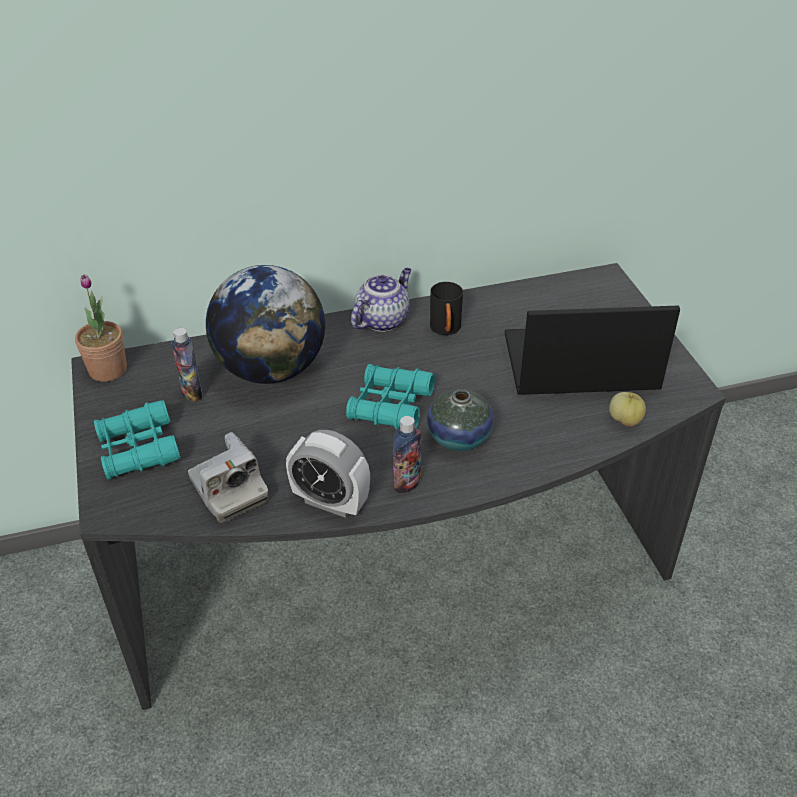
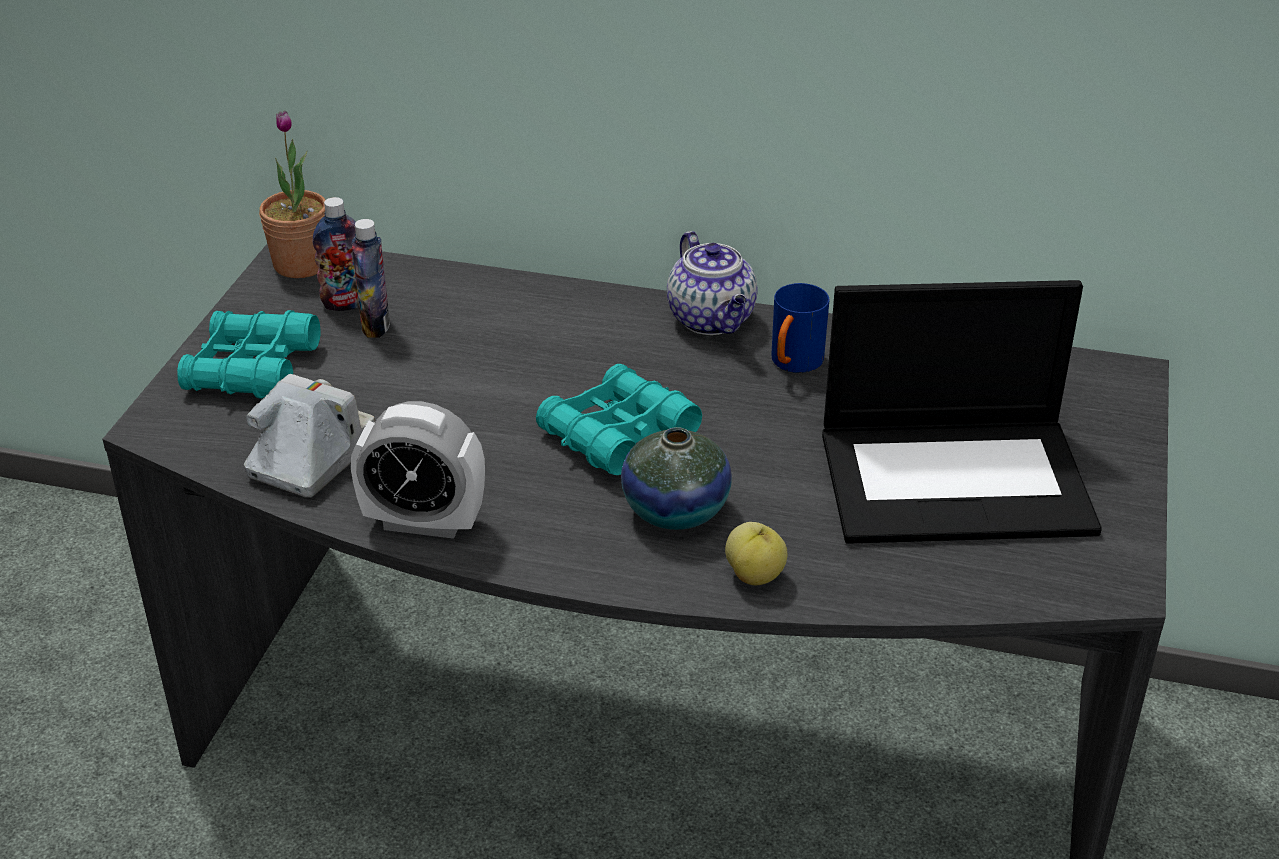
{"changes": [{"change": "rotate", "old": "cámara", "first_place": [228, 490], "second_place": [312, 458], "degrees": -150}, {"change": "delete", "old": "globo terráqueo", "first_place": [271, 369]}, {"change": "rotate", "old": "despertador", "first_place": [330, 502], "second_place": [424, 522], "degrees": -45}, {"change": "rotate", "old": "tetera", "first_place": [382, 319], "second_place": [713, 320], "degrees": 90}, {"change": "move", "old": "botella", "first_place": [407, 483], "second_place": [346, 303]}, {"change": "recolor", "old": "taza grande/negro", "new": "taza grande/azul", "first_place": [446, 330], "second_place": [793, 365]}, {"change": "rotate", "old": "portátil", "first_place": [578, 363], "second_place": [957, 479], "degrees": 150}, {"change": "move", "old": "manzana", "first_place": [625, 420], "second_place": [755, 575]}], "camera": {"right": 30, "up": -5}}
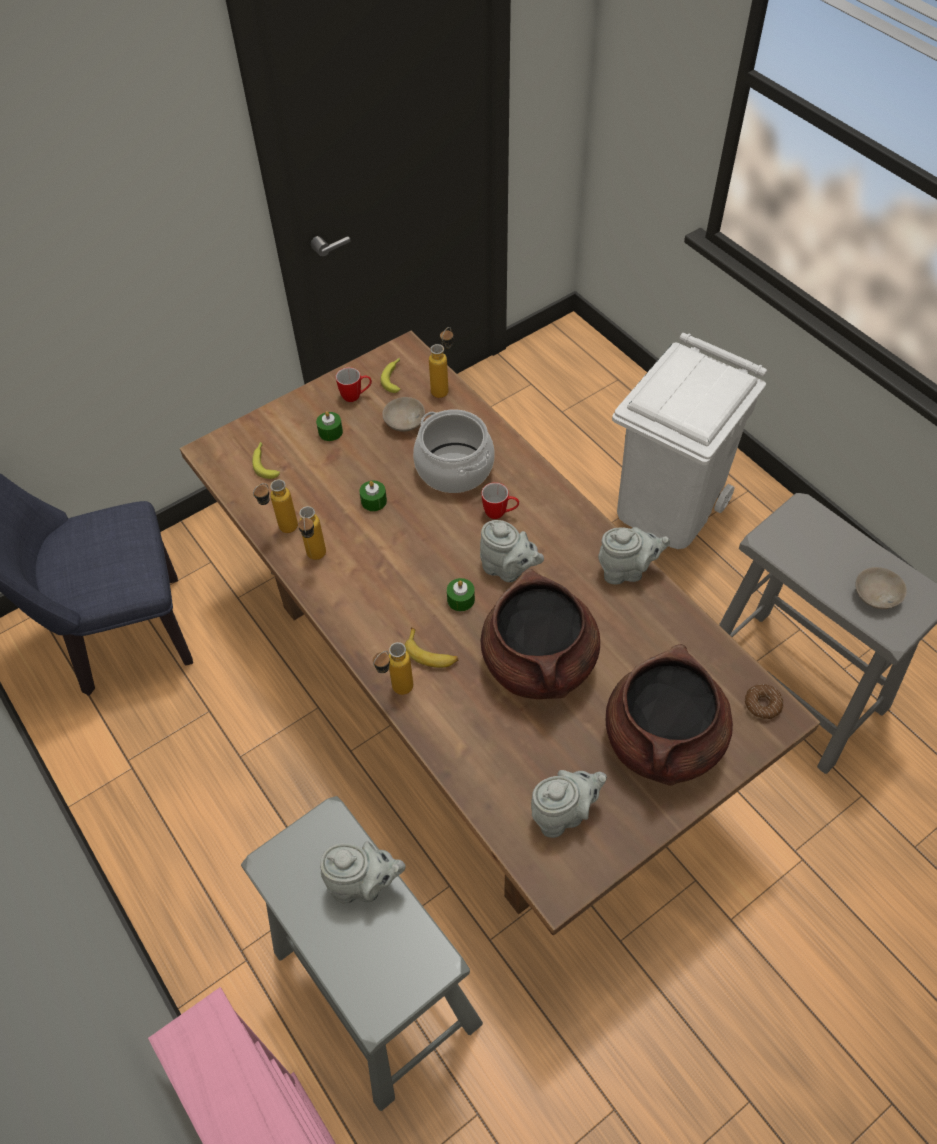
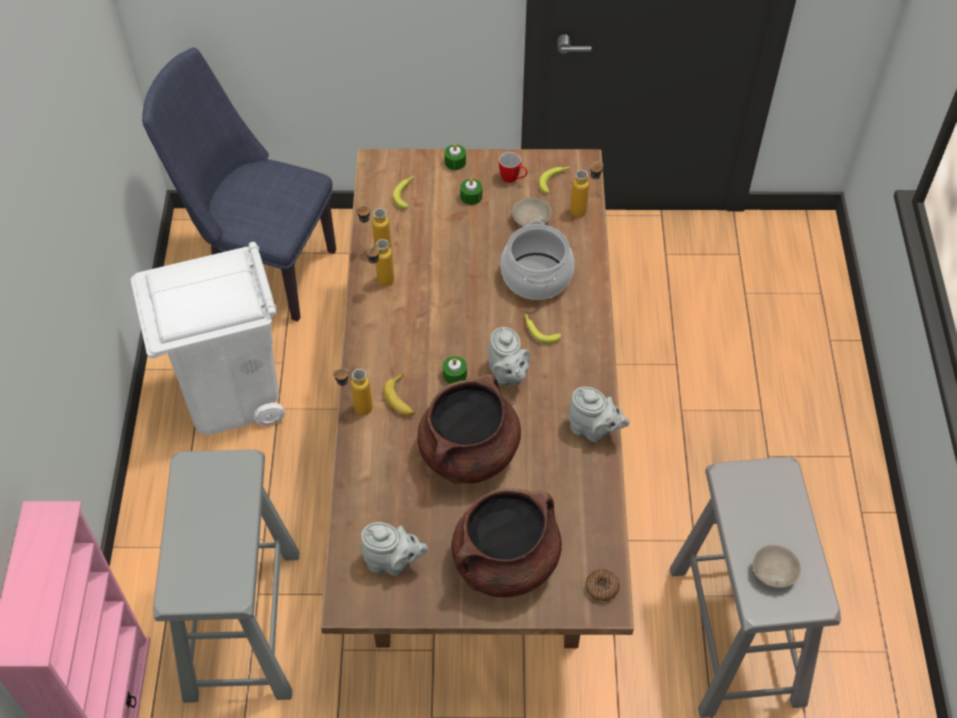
{"changes": [{"change": "delete", "old": "tetera/gris", "first_place": [363, 884]}, {"change": "move", "old": "vela/verde", "first_place": [374, 501], "second_place": [455, 162]}, {"change": "replace", "old": "taza grande", "new": "plátano", "first_place": [500, 513], "second_place": [539, 330]}, {"change": "move", "old": "papelera/blanco", "first_place": [668, 508], "second_place": [231, 395]}], "camera": {"right": 35, "up": 0}}
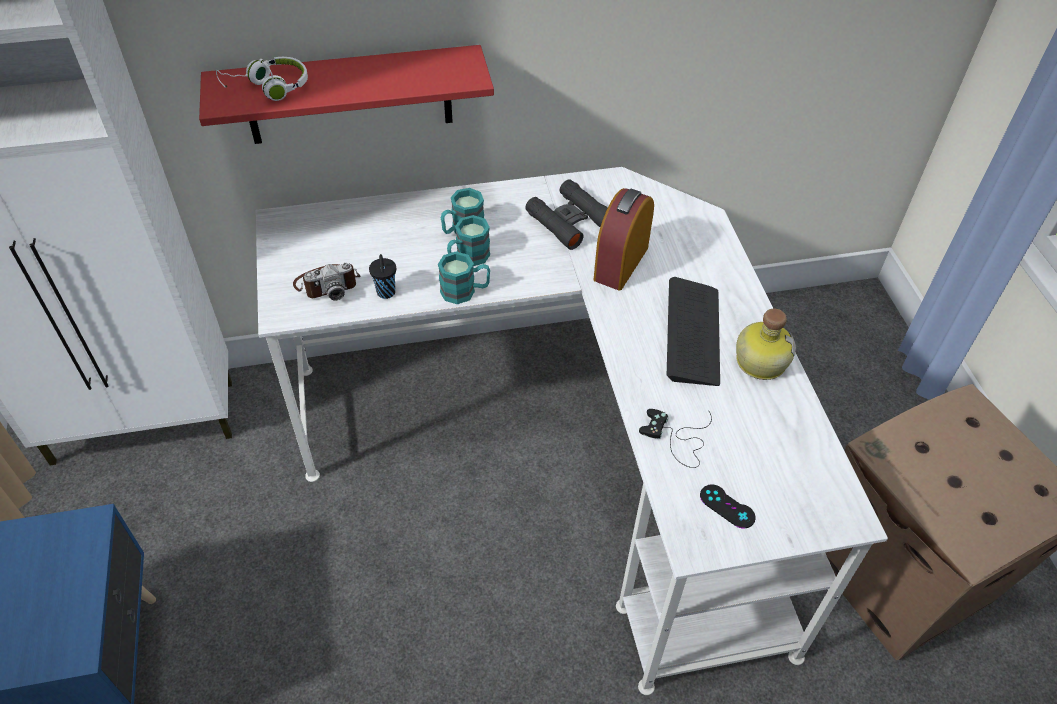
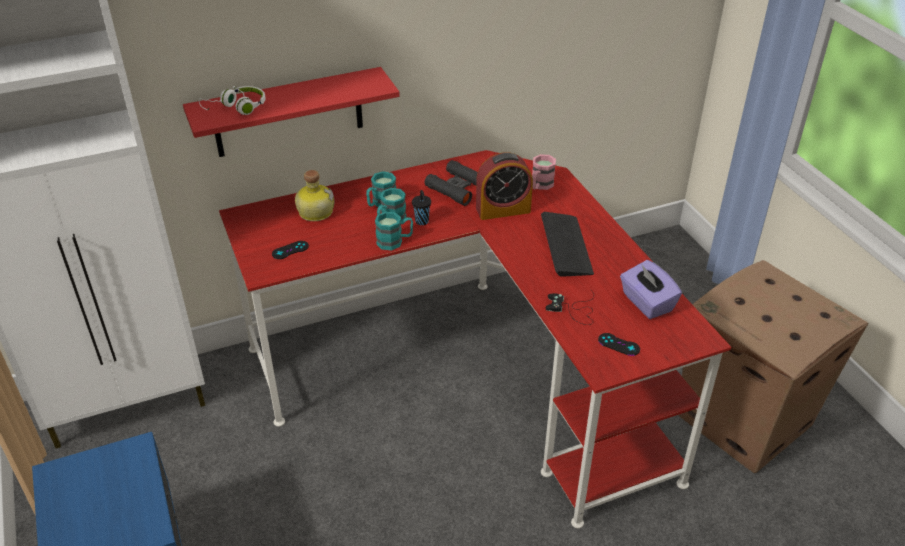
{"changes": [{"change": "recolor", "old": "escritorio/blanco", "new": "escritorio/rojo", "first_place": [561, 452], "second_place": [472, 375]}, {"change": "replace", "old": "cámara", "new": "mando de consola/negro", "first_place": [327, 284], "second_place": [290, 250]}, {"change": "move", "old": "taza/negro", "first_place": [386, 293], "second_place": [422, 222]}, {"change": "rotate", "old": "despertador", "first_place": [621, 263], "second_place": [503, 210], "degrees": -120}, {"change": "move", "old": "botella", "first_place": [759, 360], "second_place": [315, 211]}, {"change": "insert", "new": "taza grande/rosa", "second_place": [540, 185]}, {"change": "insert", "new": "caja de pañuelos/morado", "second_place": [646, 303]}], "camera": {"right": -10, "up": -10}}
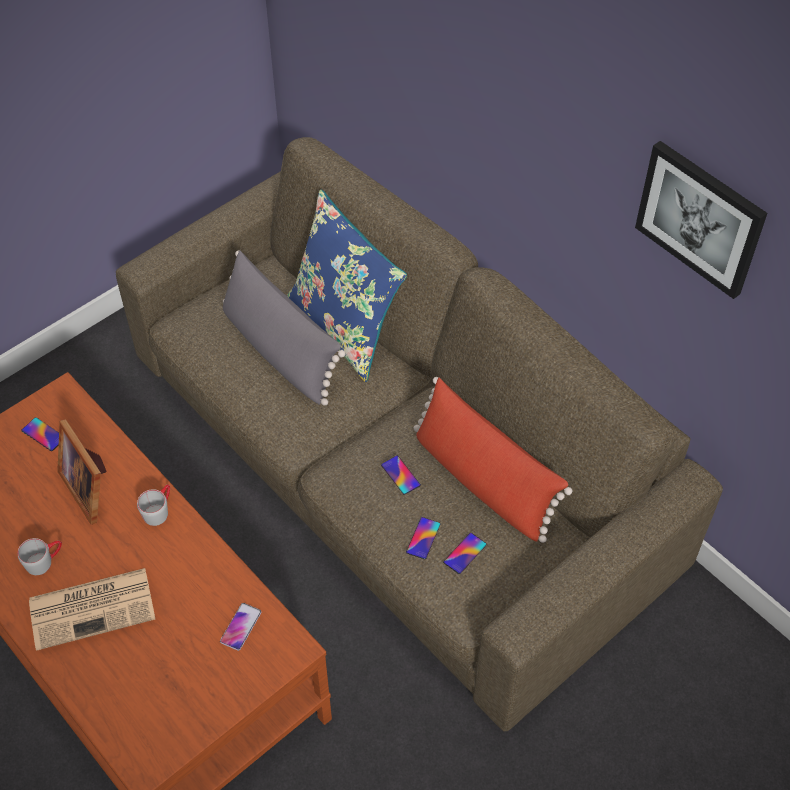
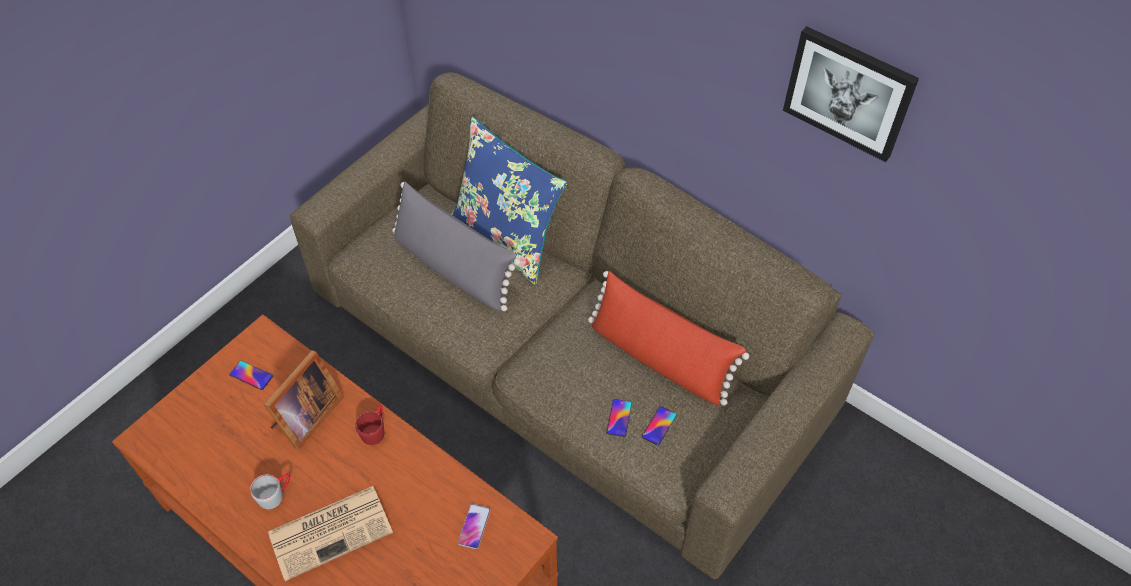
{"changes": [{"change": "rotate", "old": "portarretratos", "first_place": [90, 487], "second_place": [305, 417], "degrees": -105}, {"change": "recolor", "old": "taza grande/gris", "new": "taza grande/rojo", "first_place": [159, 510], "second_place": [375, 429]}, {"change": "delete", "old": "móvil", "first_place": [400, 475]}], "camera": {"right": -10, "up": 0}}
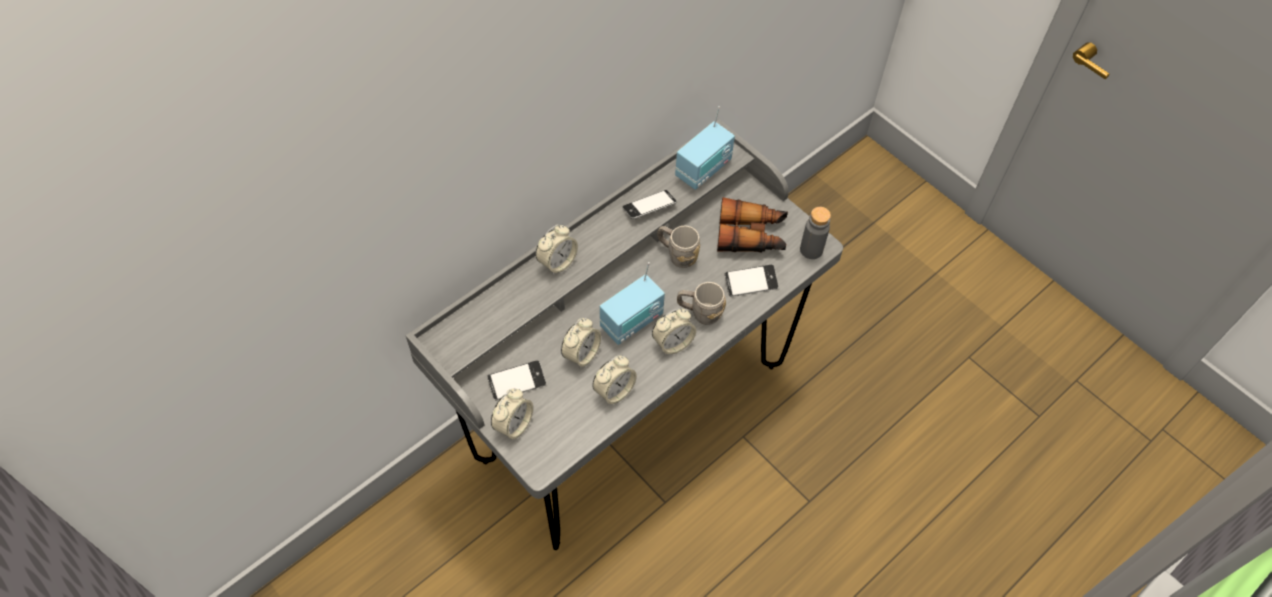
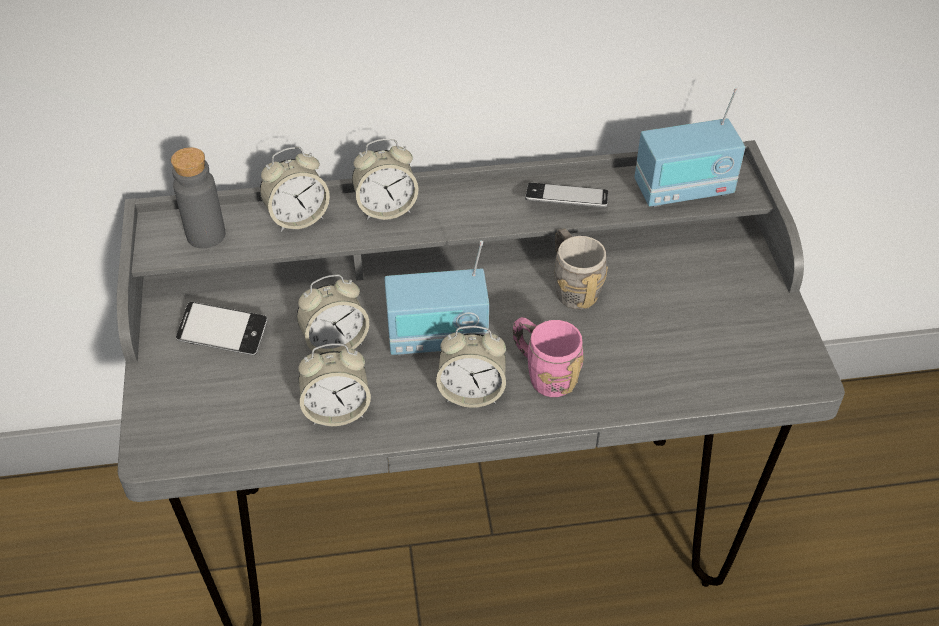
{"changes": [{"change": "move", "old": "despertador", "first_place": [513, 425], "second_place": [298, 218]}, {"change": "recolor", "old": "taza grande/gris", "new": "taza grande/rosa", "first_place": [699, 312], "second_place": [544, 374]}, {"change": "delete", "old": "prismáticos", "first_place": [751, 235]}, {"change": "delete", "old": "móvil", "first_place": [750, 283]}, {"change": "move", "old": "botella/gris", "first_place": [811, 250], "second_place": [206, 235]}], "camera": {"right": 35, "up": -10}}
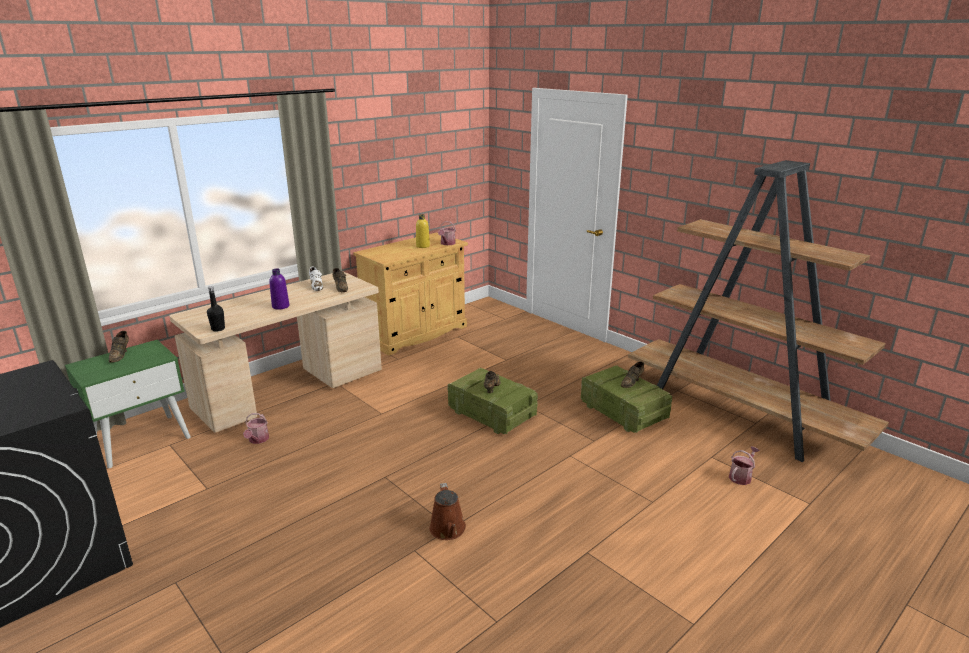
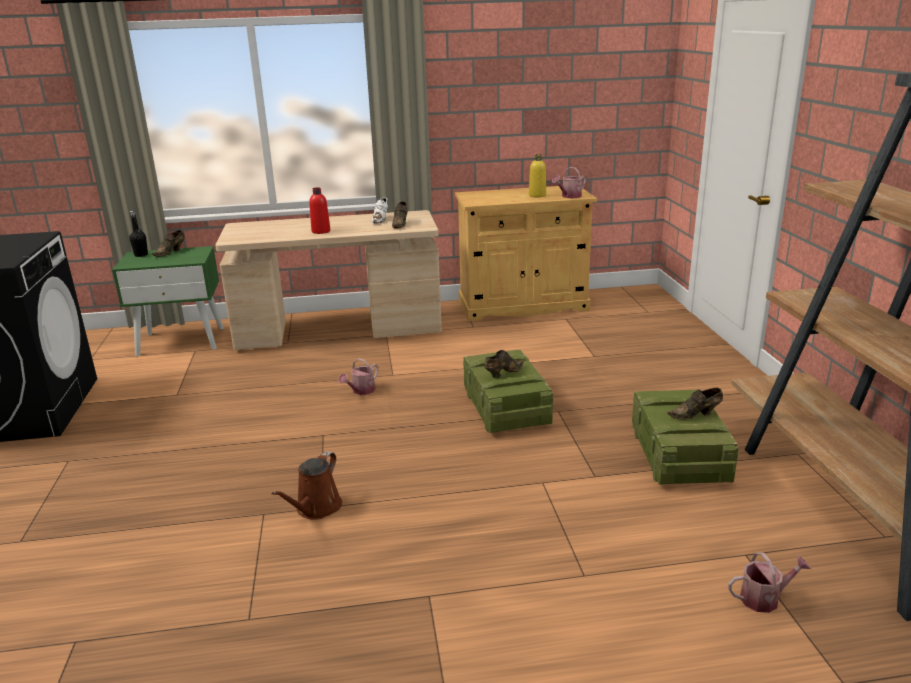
{"changes": [{"change": "move", "old": "botella/negro", "first_place": [218, 329], "second_place": [141, 255]}, {"change": "move", "old": "regadera", "first_place": [258, 440], "second_place": [361, 391]}, {"change": "recolor", "old": "botella/morado", "new": "botella/rojo", "first_place": [280, 306], "second_place": [321, 231]}], "camera": {"right": 35, "up": 0}}
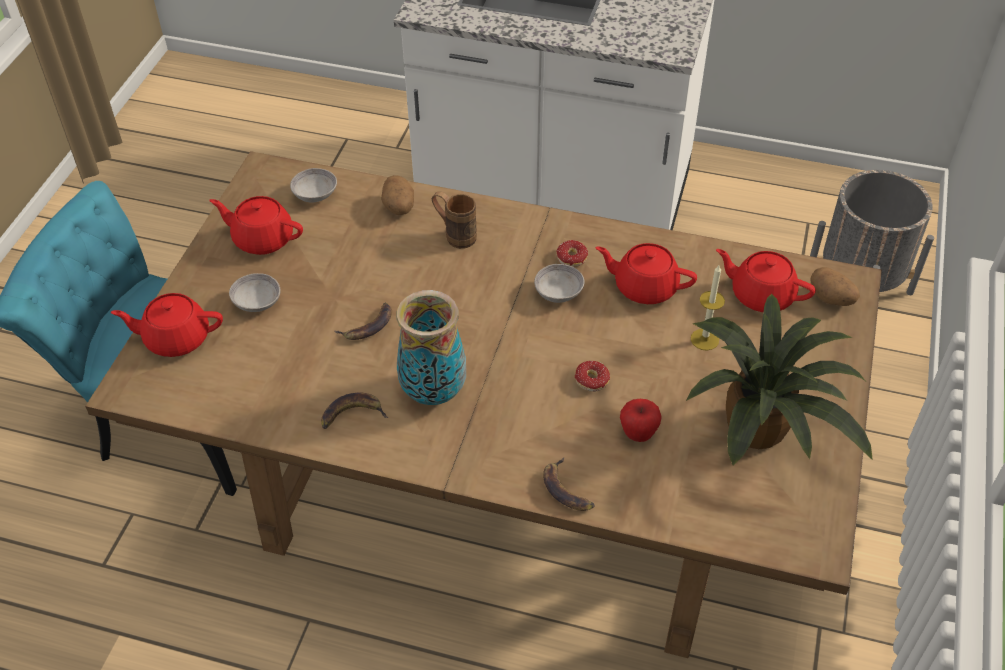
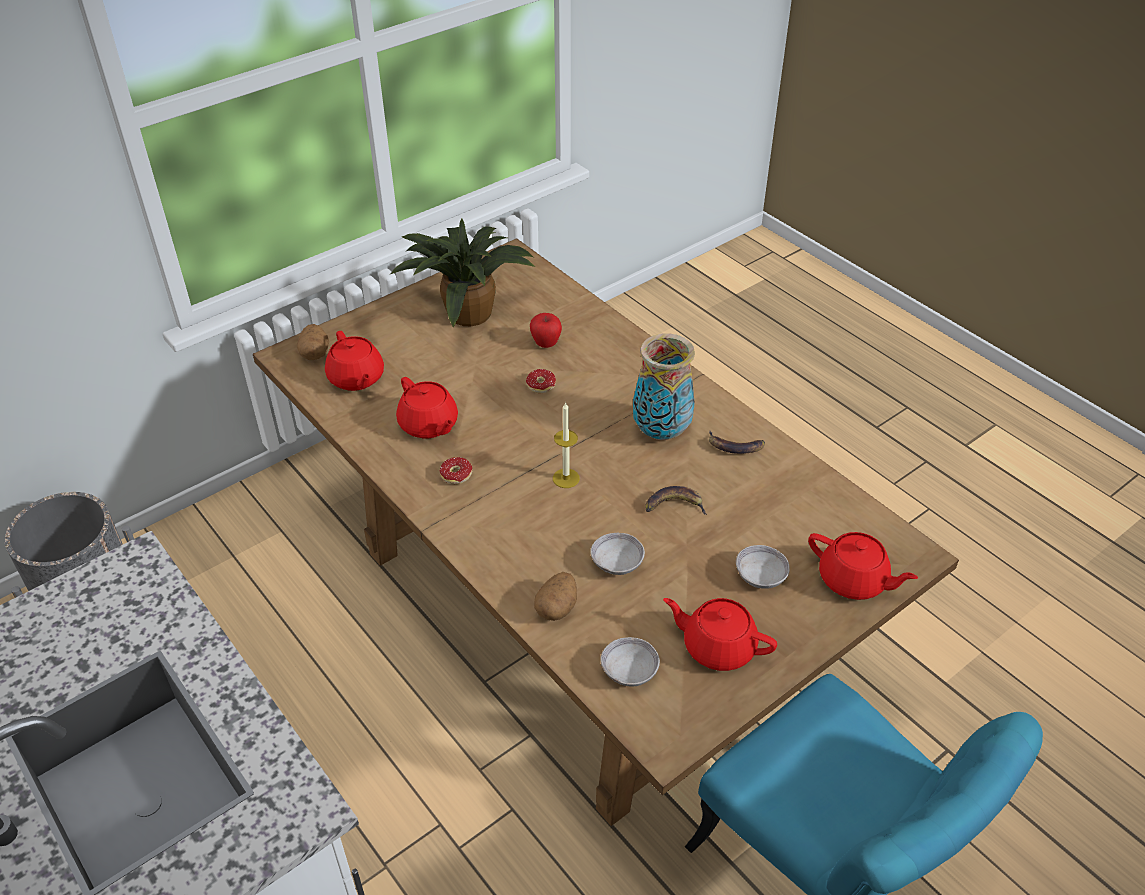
{"changes": [{"change": "rotate", "old": "tetera/rojo", "first_place": [262, 238], "second_place": [717, 646], "degrees": 150}, {"change": "delete", "old": "taza grande/marrón", "first_place": [455, 235]}, {"change": "move", "old": "cuenco/gris", "first_place": [558, 293], "second_place": [617, 564]}, {"change": "delete", "old": "plátano", "first_place": [566, 490]}, {"change": "move", "old": "vela", "first_place": [704, 339], "second_place": [566, 478]}], "camera": {"right": -145, "up": -5}}
